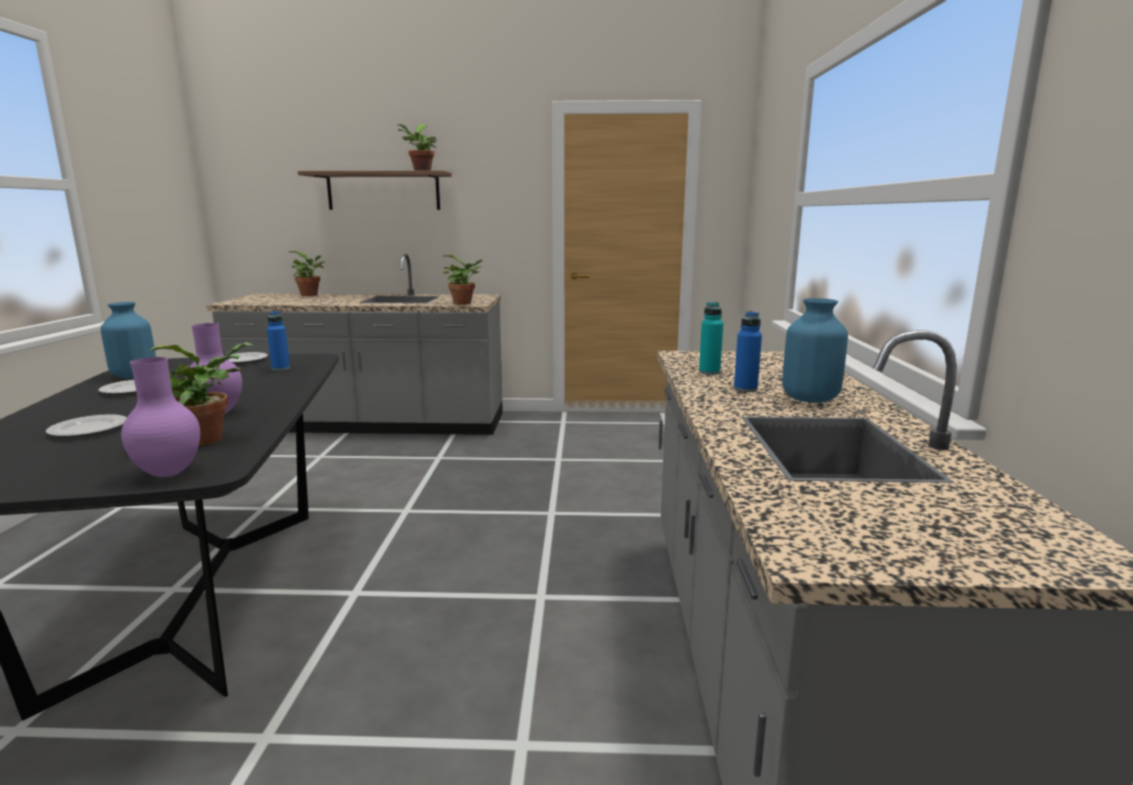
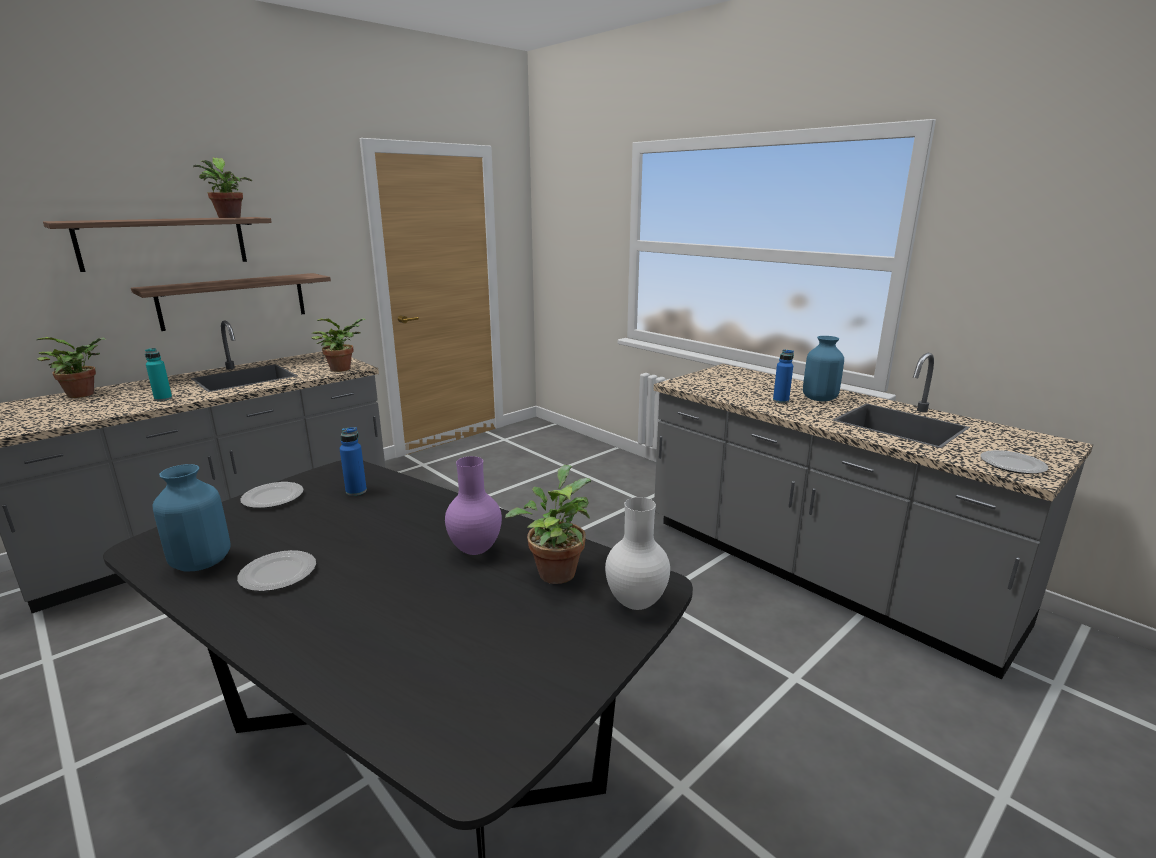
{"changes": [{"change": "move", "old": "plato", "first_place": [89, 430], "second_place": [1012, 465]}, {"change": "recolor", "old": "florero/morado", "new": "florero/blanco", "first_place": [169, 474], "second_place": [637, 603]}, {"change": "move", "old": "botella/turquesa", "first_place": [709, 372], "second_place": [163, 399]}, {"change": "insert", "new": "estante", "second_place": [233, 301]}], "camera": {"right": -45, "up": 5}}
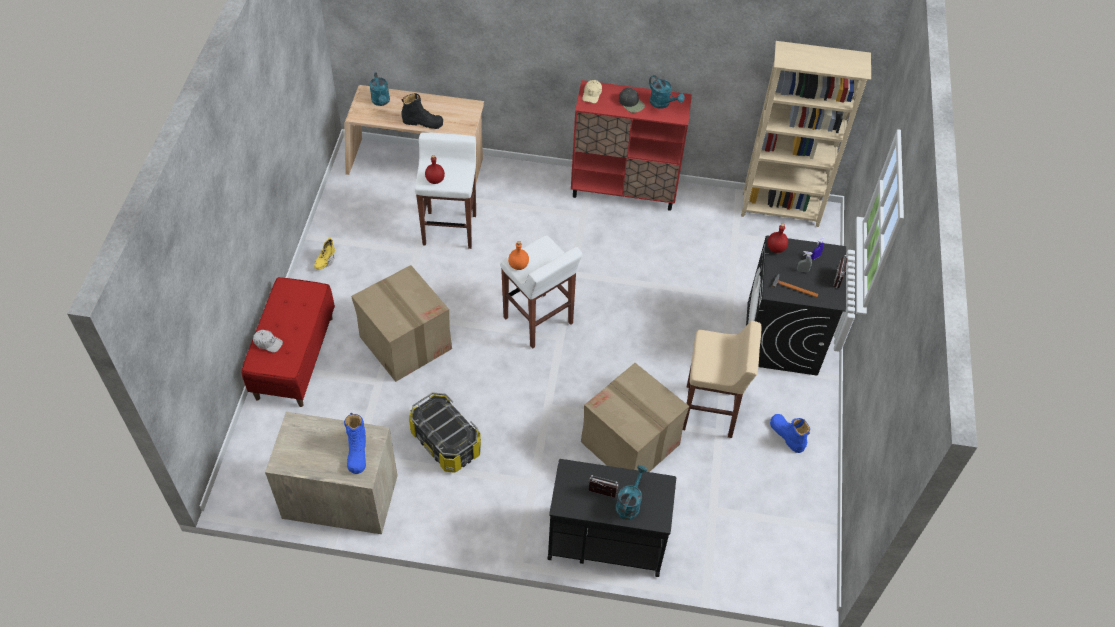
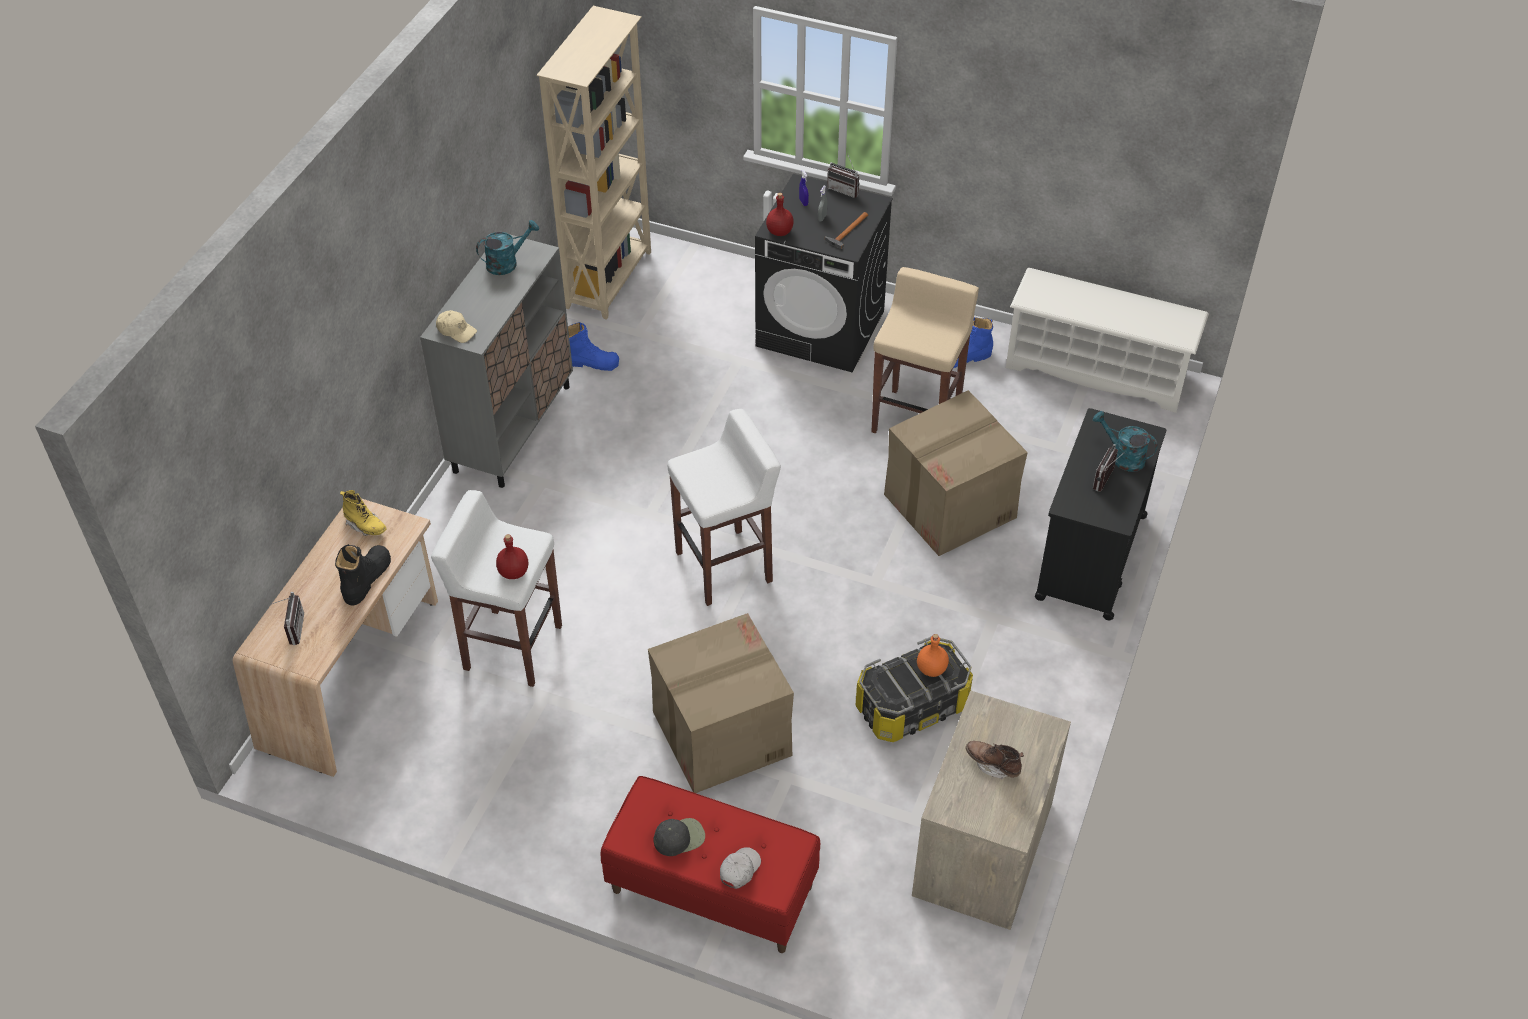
{"changes": [{"change": "move", "old": "bota/amarillo", "first_place": [325, 261], "second_place": [365, 526]}, {"change": "move", "old": "bota/azul", "first_place": [357, 452], "second_place": [590, 362]}, {"change": "replace", "old": "regadera/turquesa", "new": "radio", "first_place": [381, 102], "second_place": [292, 629]}, {"change": "move", "old": "botella/naranja", "first_place": [518, 265], "second_place": [931, 669]}, {"change": "recolor", "old": "armario/rojo", "new": "armario/gris", "first_place": [624, 190], "second_place": [512, 428]}, {"change": "move", "old": "gorra/negro", "first_place": [631, 103], "second_place": [679, 837]}, {"change": "insert", "new": "bota/marrón", "second_place": [992, 764]}, {"change": "insert", "new": "zapatero/blanco", "second_place": [1097, 370]}], "camera": {"right": -75, "up": -5}}
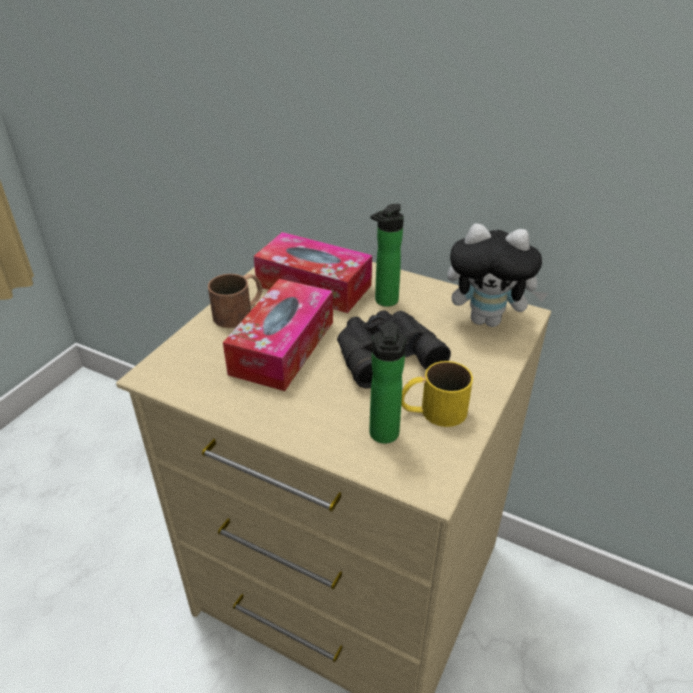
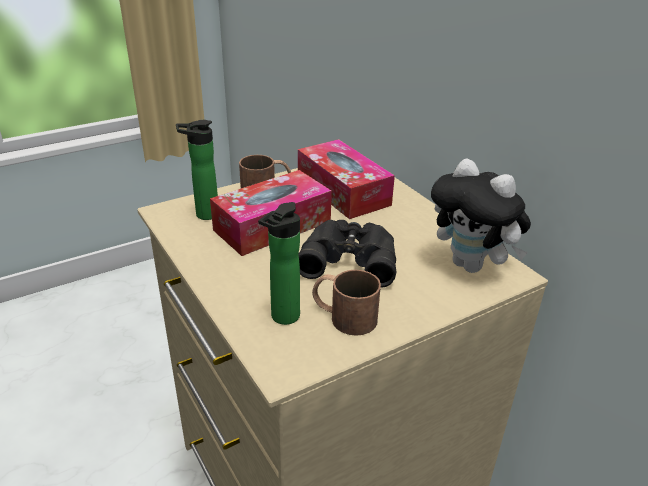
{"changes": [{"change": "move", "old": "botella", "first_place": [384, 302], "second_place": [203, 215]}, {"change": "recolor", "old": "taza grande/amarillo", "new": "taza grande/marrón", "first_place": [432, 411], "second_place": [343, 316]}], "camera": {"right": 30, "up": -5}}
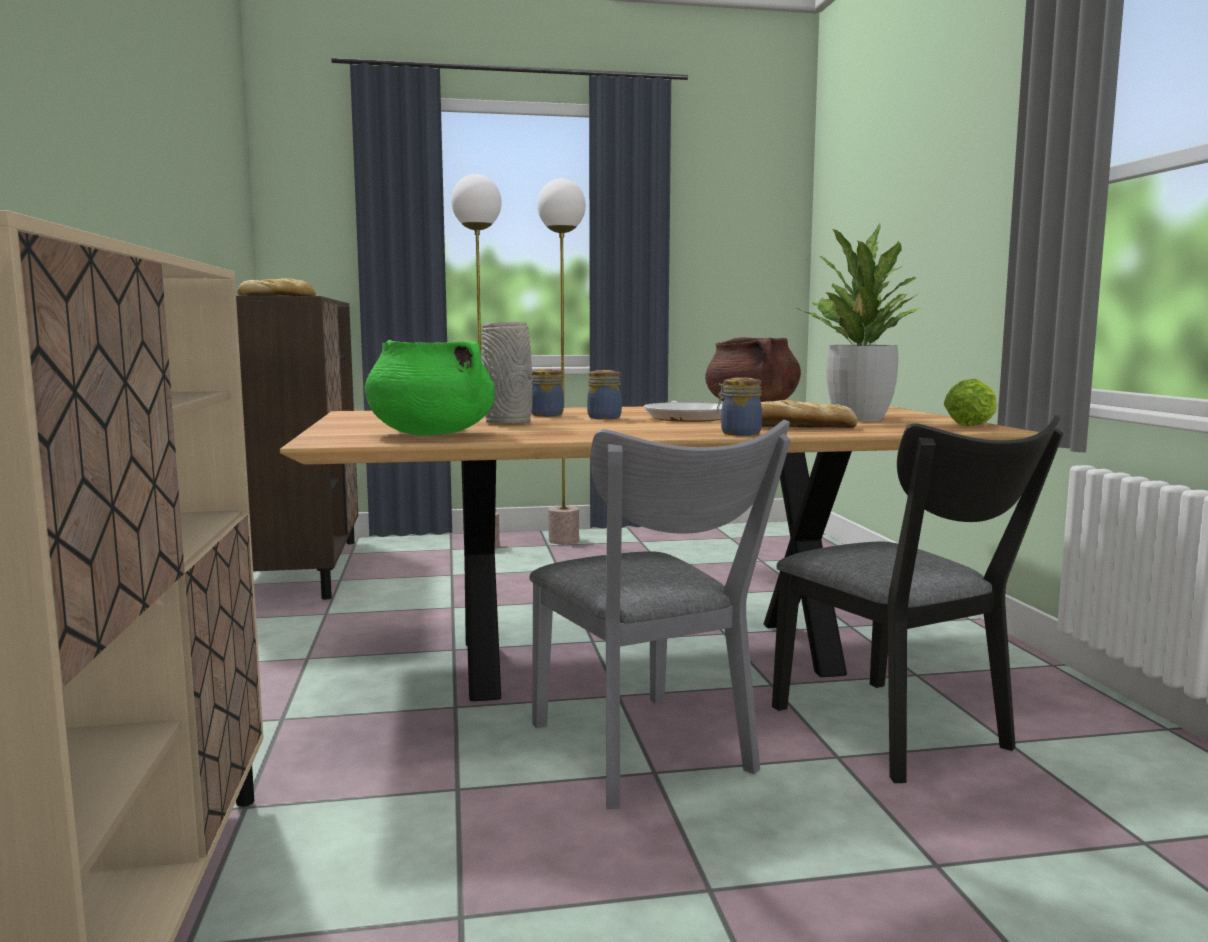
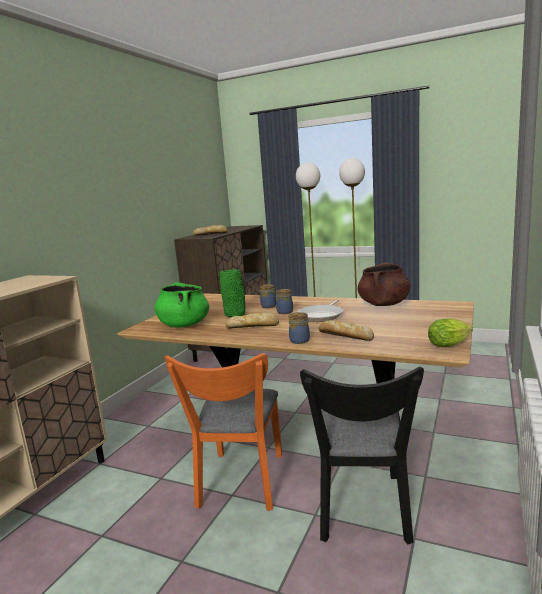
{"changes": [{"change": "recolor", "old": "florero/gris", "new": "florero/verde", "first_place": [509, 423], "second_place": [235, 314]}, {"change": "recolor", "old": "silla/gris", "new": "silla/naranja", "first_place": [648, 755], "second_place": [240, 485]}, {"change": "delete", "old": "planta en maceta", "first_place": [859, 419]}, {"change": "insert", "new": "pan", "second_place": [253, 326]}], "camera": {"right": 35, "up": 5}}
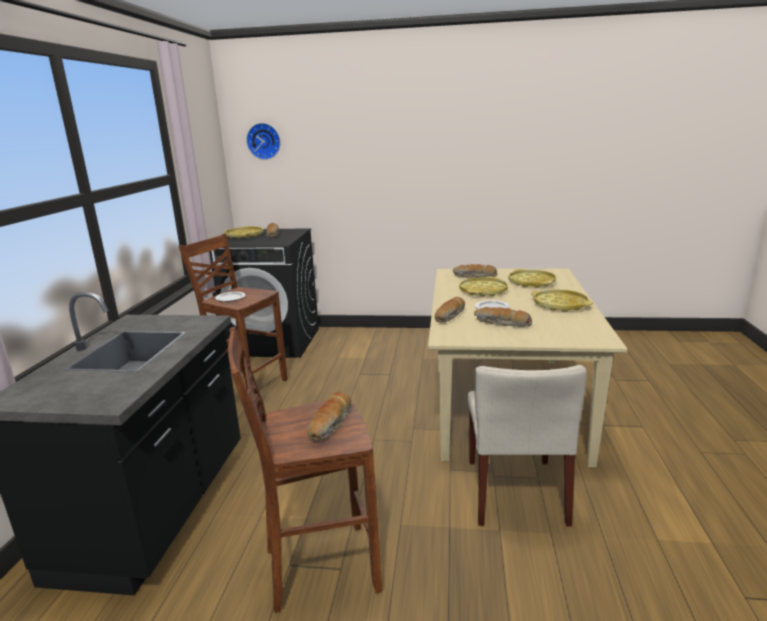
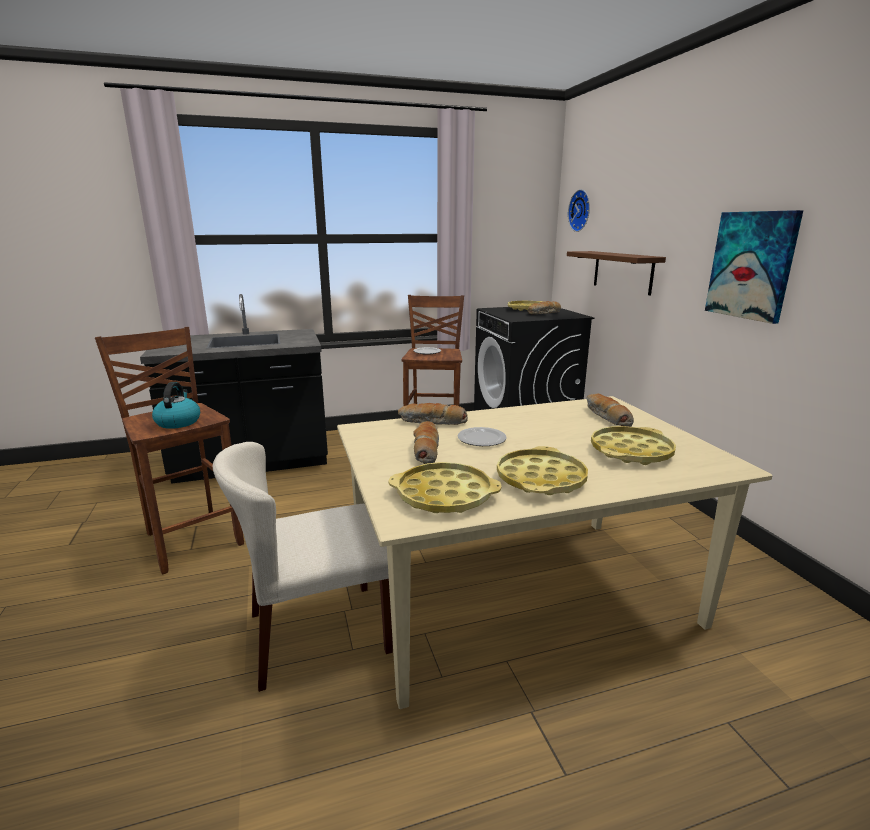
{"changes": [{"change": "replace", "old": "pan", "new": "hervidor", "first_place": [331, 423], "second_place": [178, 422]}, {"change": "move", "old": "bandeja/amarillo", "first_place": [483, 291], "second_place": [444, 495]}, {"change": "insert", "new": "estante/marrón", "second_place": [622, 272]}, {"change": "insert", "new": "cuadro", "second_place": [751, 265]}], "camera": {"right": 65, "up": 0}}
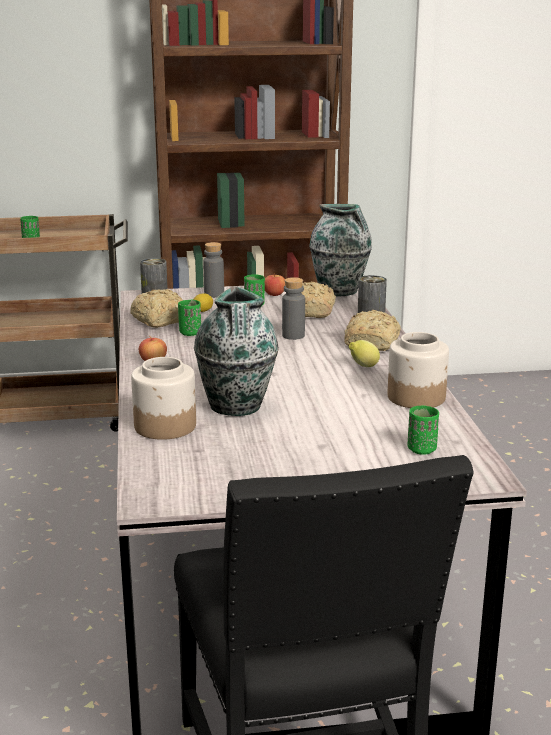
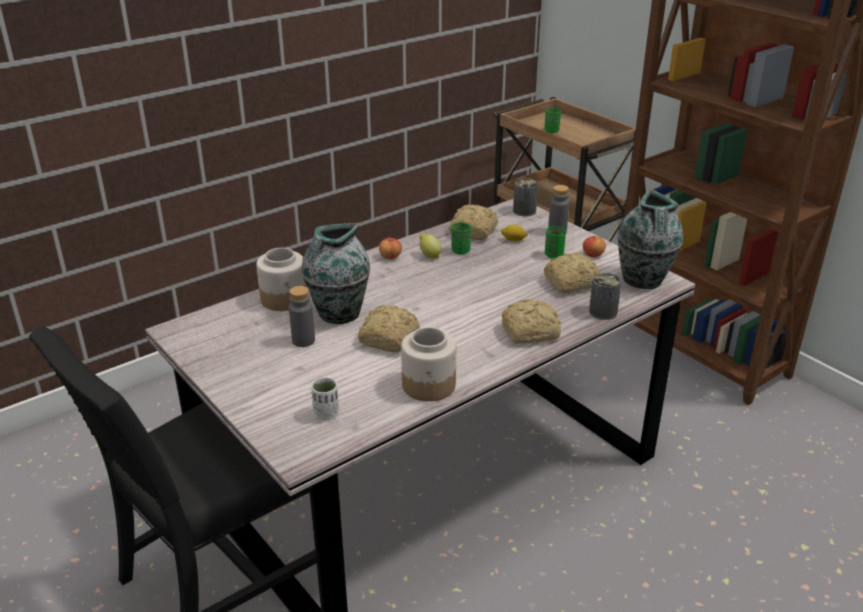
{"changes": [{"change": "move", "old": "botella/gris", "first_place": [293, 336], "second_place": [303, 340]}, {"change": "move", "old": "limón", "first_place": [363, 366], "second_place": [429, 256]}, {"change": "recolor", "old": "taza/verde", "new": "taza/blanco", "first_place": [421, 449], "second_place": [326, 414]}, {"change": "insert", "new": "pan", "second_place": [388, 339]}], "camera": {"right": 60, "up": 10}}
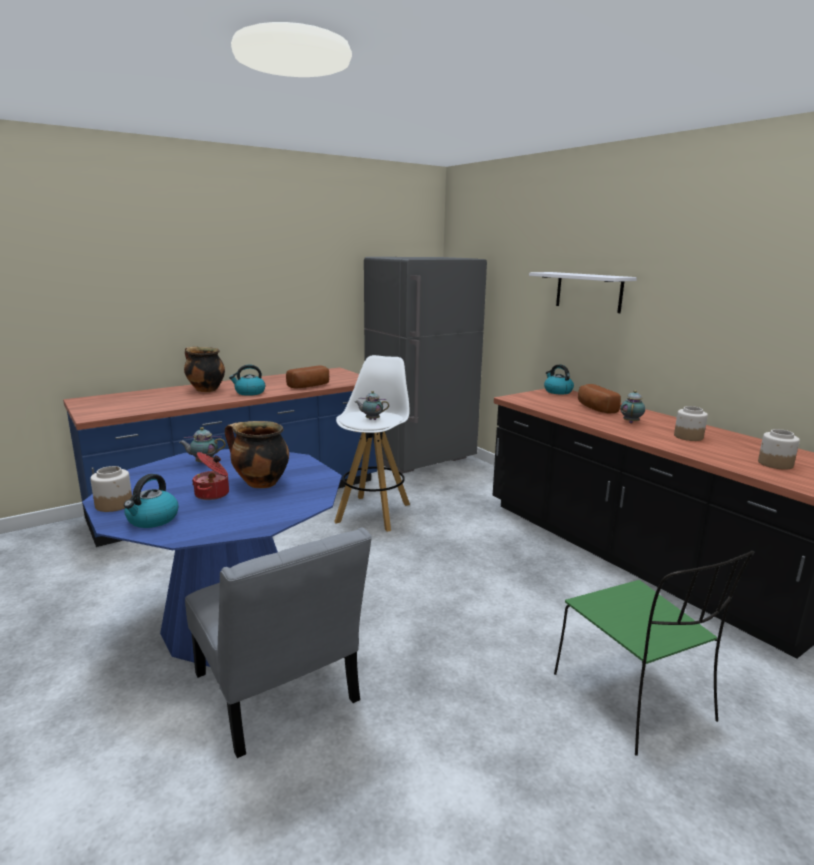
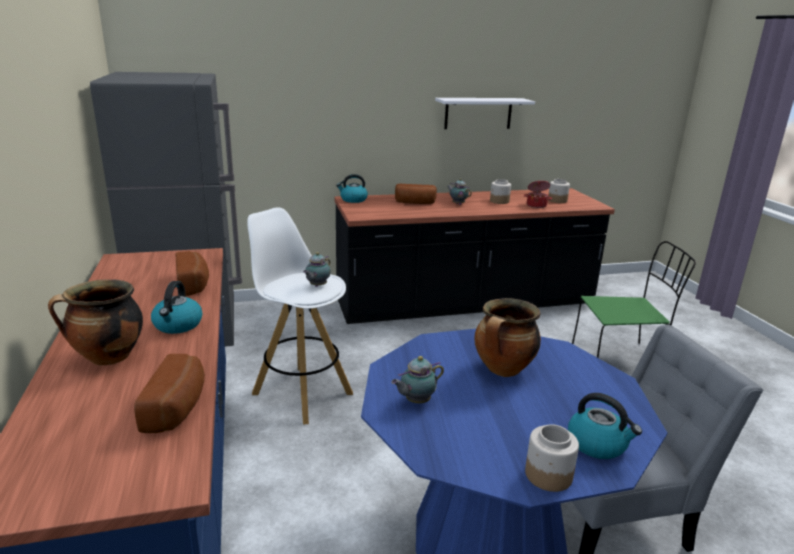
{"changes": [{"change": "rotate", "old": "tetera", "first_place": [203, 463], "second_place": [416, 401], "degrees": 45}, {"change": "move", "old": "olla", "first_place": [213, 494], "second_place": [536, 205]}, {"change": "move", "old": "estante/blanco", "first_place": [588, 292], "second_place": [478, 113]}, {"change": "insert", "new": "pan", "second_place": [178, 407]}], "camera": {"right": -70, "up": 5}}
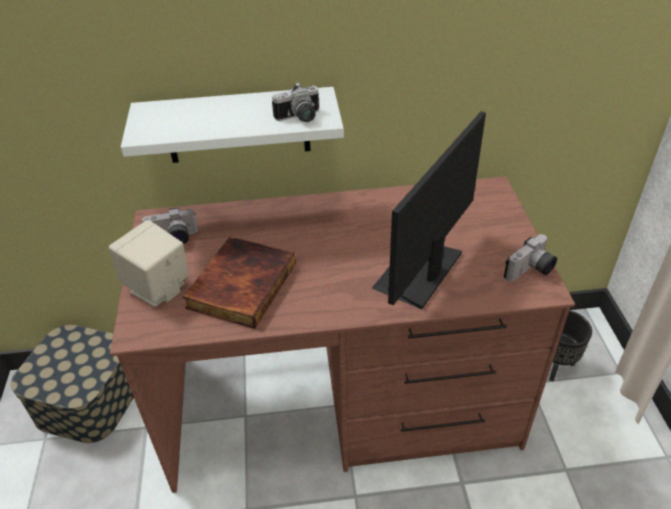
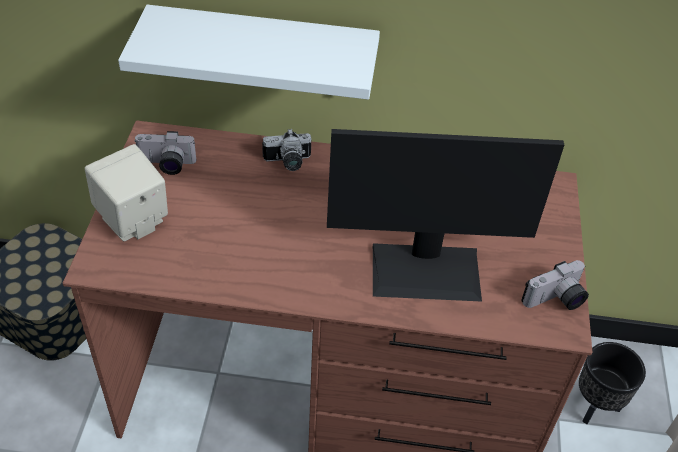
{"changes": [{"change": "delete", "old": "libro", "first_place": [240, 284]}, {"change": "move", "old": "cámara", "first_place": [300, 118], "second_place": [288, 163]}, {"change": "rotate", "old": "monitor", "first_place": [419, 272], "second_place": [426, 270], "degrees": -135}], "camera": {"right": 10, "up": 5}}
